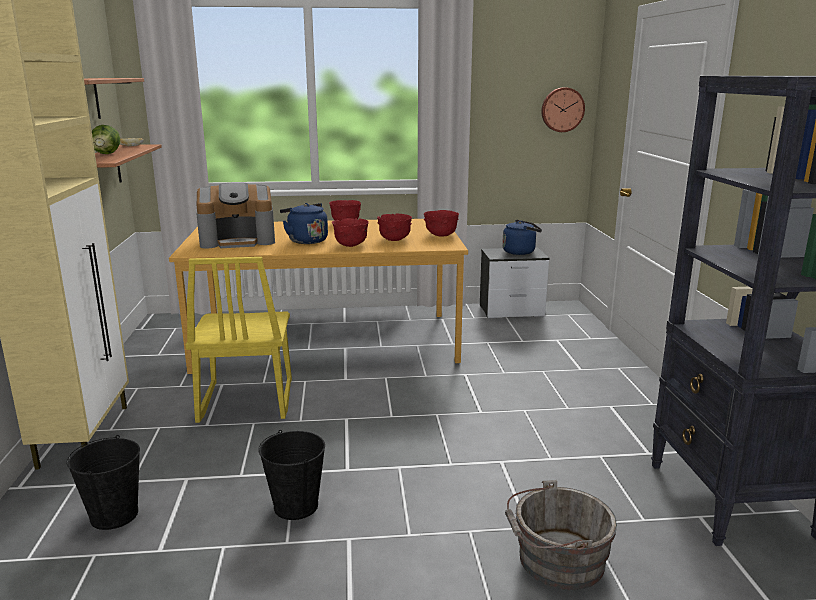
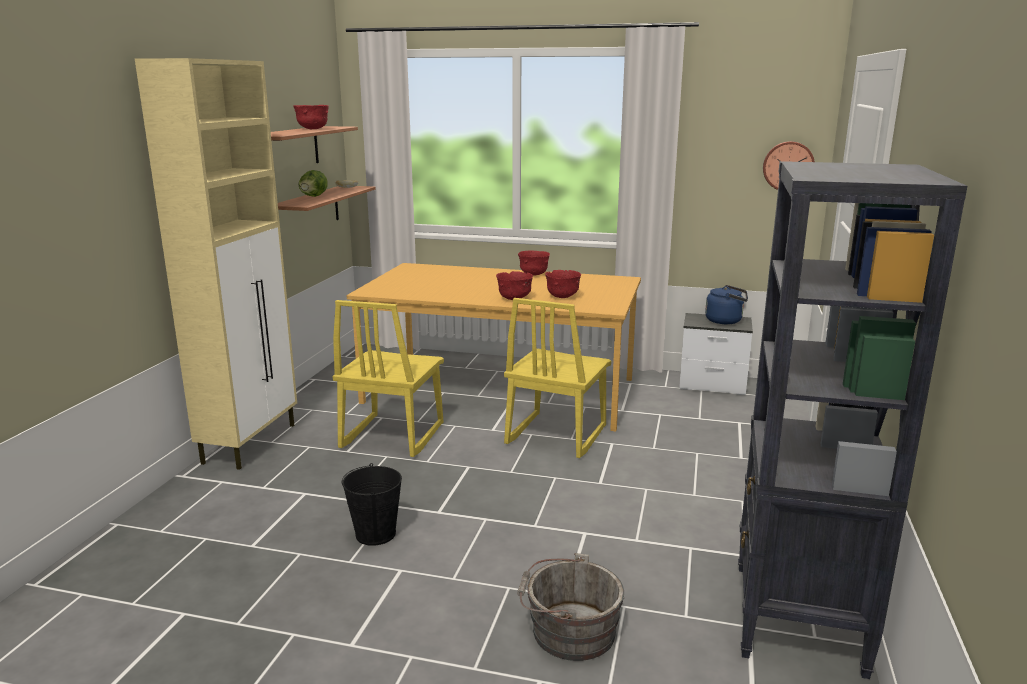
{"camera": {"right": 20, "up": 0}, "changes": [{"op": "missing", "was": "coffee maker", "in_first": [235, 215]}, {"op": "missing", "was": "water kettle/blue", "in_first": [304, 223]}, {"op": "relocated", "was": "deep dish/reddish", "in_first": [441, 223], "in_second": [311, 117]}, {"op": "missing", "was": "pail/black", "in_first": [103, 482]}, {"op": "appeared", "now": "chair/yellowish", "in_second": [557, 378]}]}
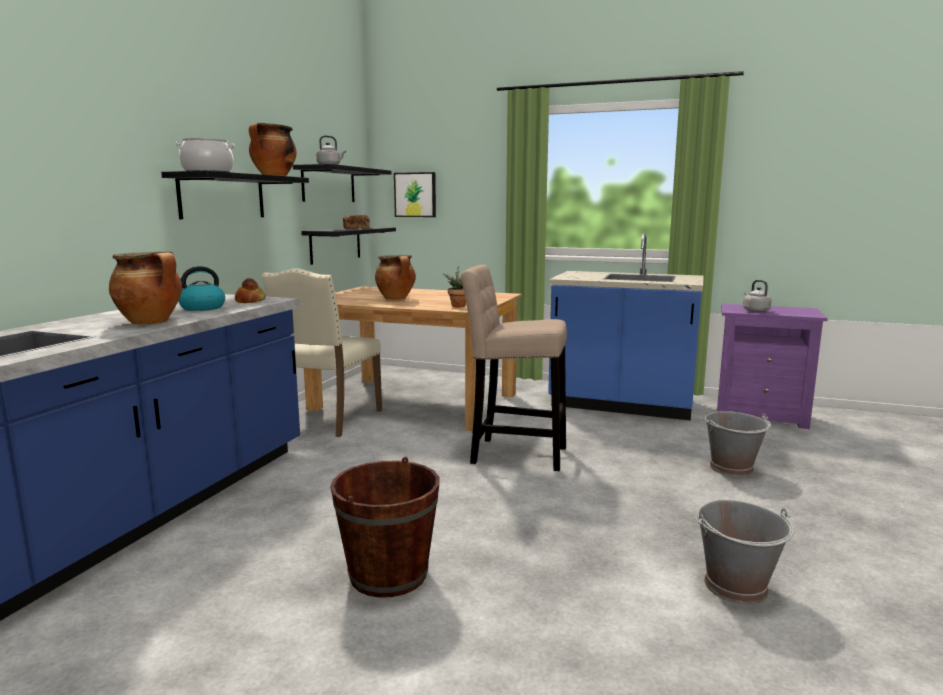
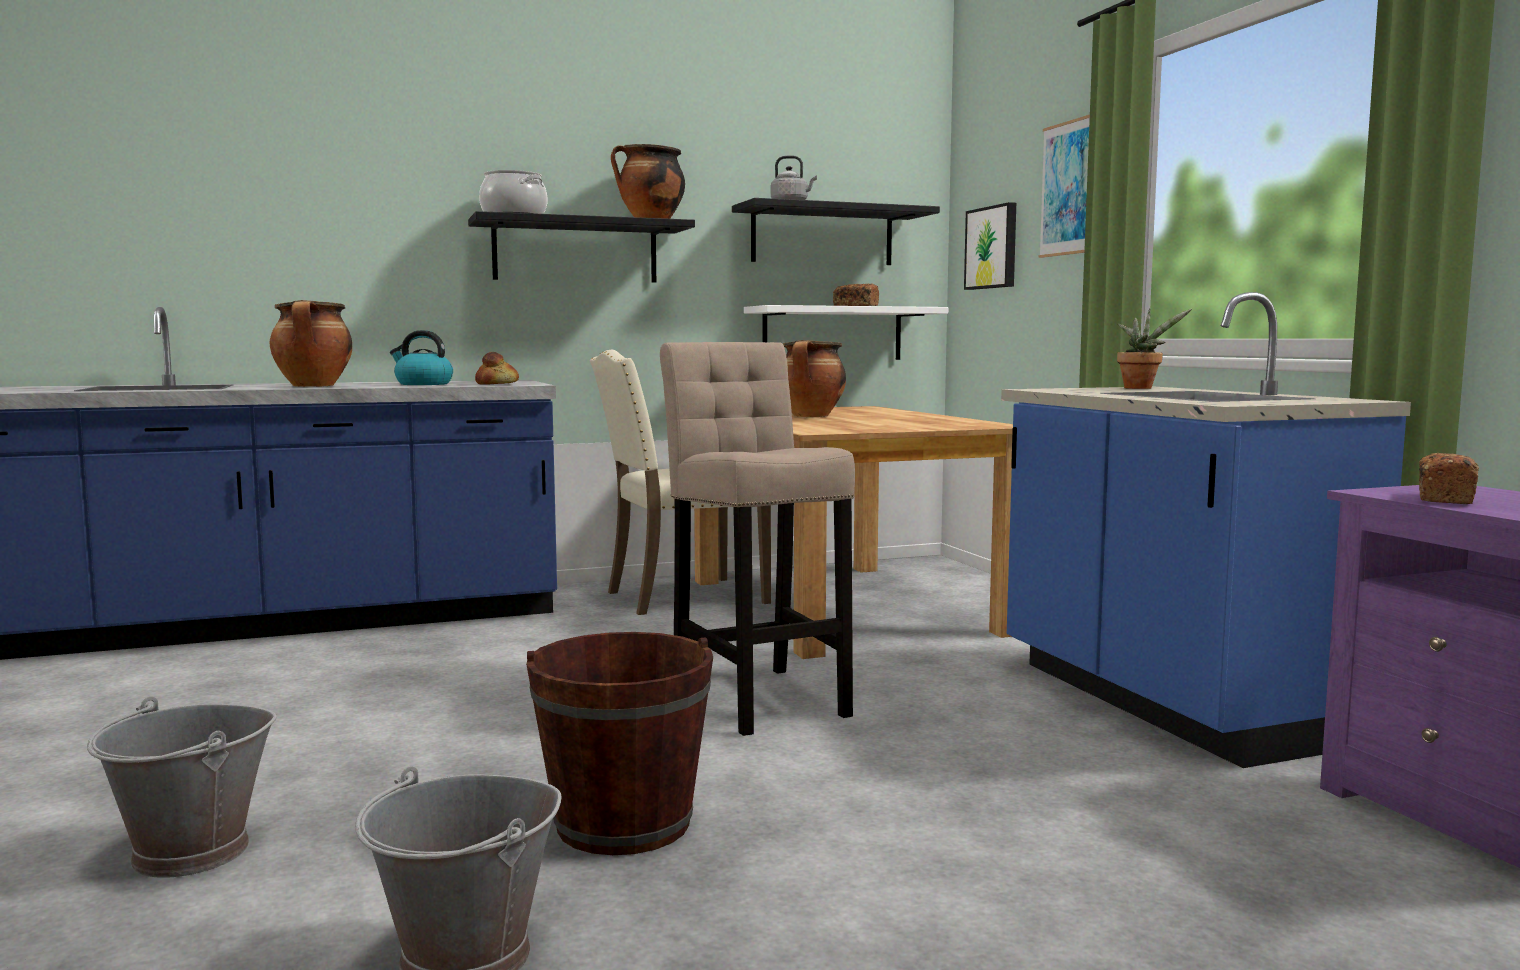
{"camera": {"right": 50, "up": -5}, "changes": [{"op": "colour", "was": "shelf/black", "now": "shelf/white", "in_first": [348, 246], "in_second": [846, 332]}, {"op": "relocated", "was": "potted plant", "in_first": [459, 286], "in_second": [1155, 348]}, {"op": "exchanged", "was": "water kettle/greyish", "now": "bakery bread", "in_first": [757, 296], "in_second": [1449, 478]}, {"op": "relocated", "was": "pail/greyish", "in_first": [738, 444], "in_second": [182, 787]}, {"op": "relocated", "was": "pail/brown-coloured", "in_first": [385, 527], "in_second": [619, 743]}, {"op": "appeared", "now": "wall art", "in_second": [1064, 186]}]}
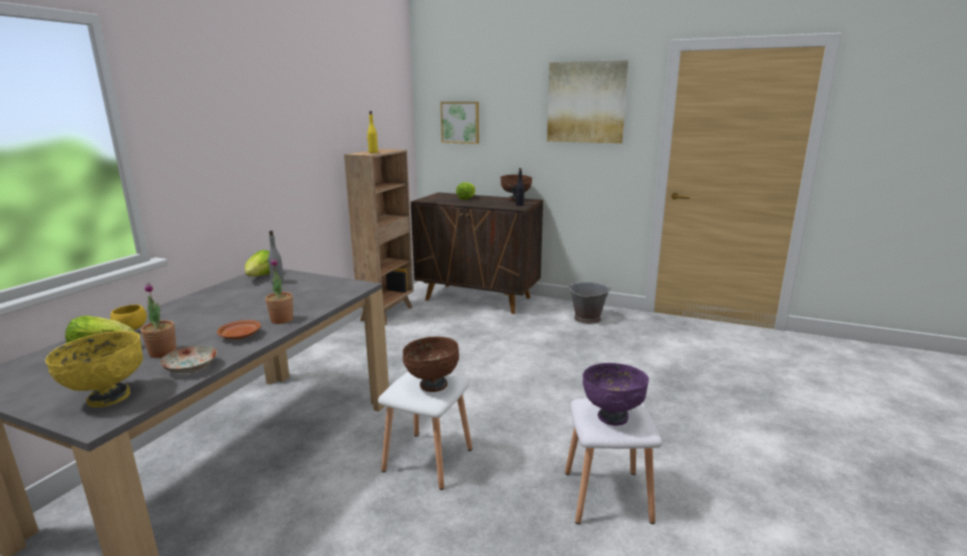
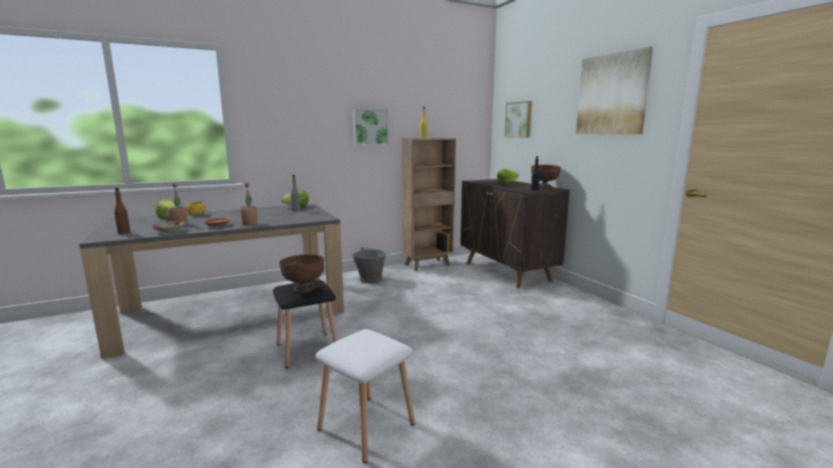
{"camera": {"right": 40, "up": -5}, "changes": [{"op": "relocated", "was": "pail/greyish", "in_first": [590, 303], "in_second": [370, 265]}, {"op": "exchanged", "was": "deep dish/yellowish", "now": "bottle/brown-coloured", "in_first": [94, 369], "in_second": [122, 211]}, {"op": "missing", "was": "deep dish/purple-coloured", "in_first": [616, 394]}, {"op": "colour", "was": "sitting stool/white", "now": "sitting stool/black", "in_first": [425, 430], "in_second": [305, 324]}, {"op": "appeared", "now": "wall art", "in_second": [371, 127]}]}
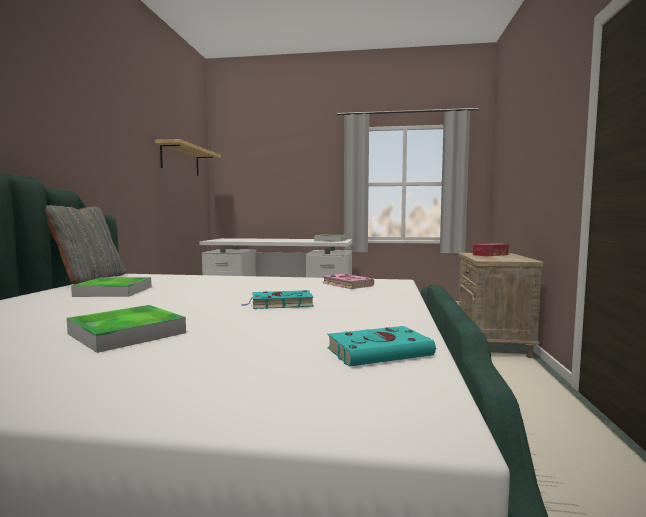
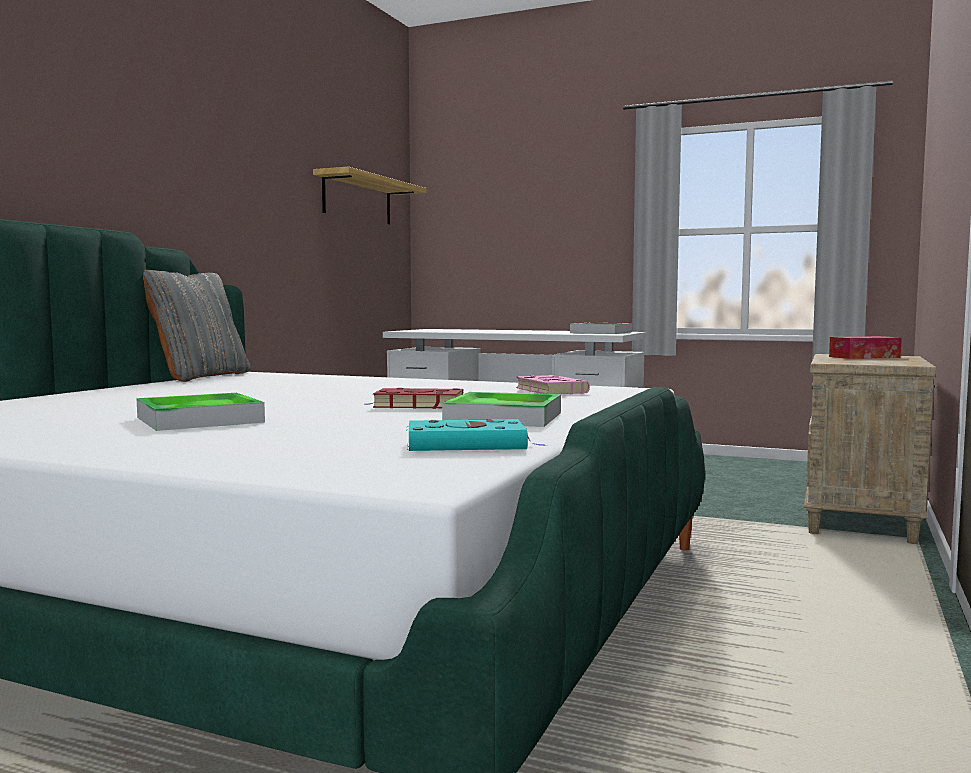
{"camera": {"right": 15, "up": 0}, "changes": [{"op": "relocated", "was": "carrying tray", "in_first": [111, 287], "in_second": [501, 409]}, {"op": "colour", "was": "volume/turquoise", "now": "volume/reddish", "in_first": [277, 299], "in_second": [414, 398]}]}
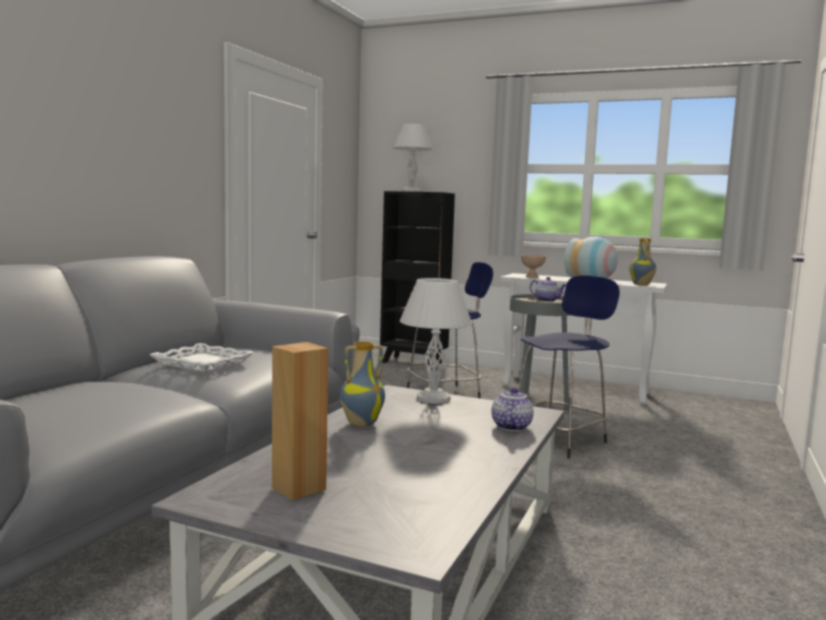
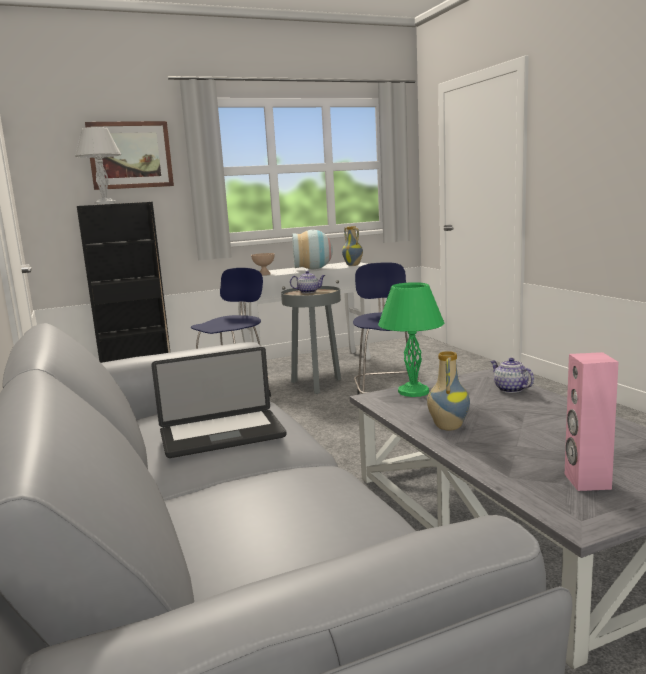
{"camera": {"right": -45, "up": 5}, "changes": [{"op": "colour", "was": "tabletop lamp/white", "now": "tabletop lamp/greenish", "in_first": [436, 341], "in_second": [411, 339]}, {"op": "colour", "was": "audio speaker/brown-coloured", "now": "audio speaker/pink", "in_first": [300, 421], "in_second": [592, 421]}, {"op": "exchanged", "was": "carrying tray/white", "now": "portable computer", "in_first": [202, 357], "in_second": [219, 402]}, {"op": "appeared", "now": "wall art", "in_second": [129, 155]}]}
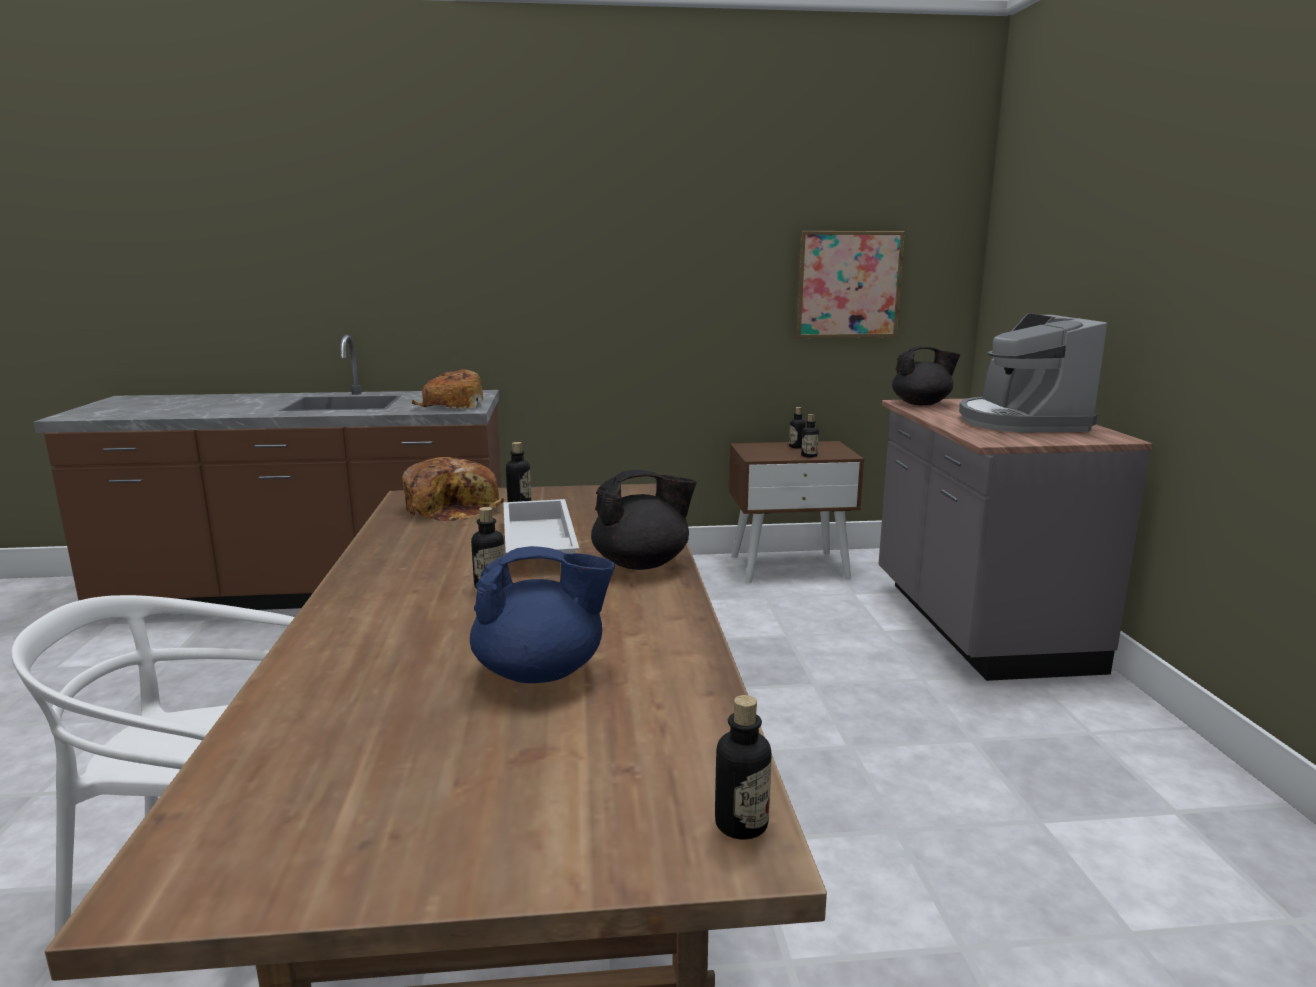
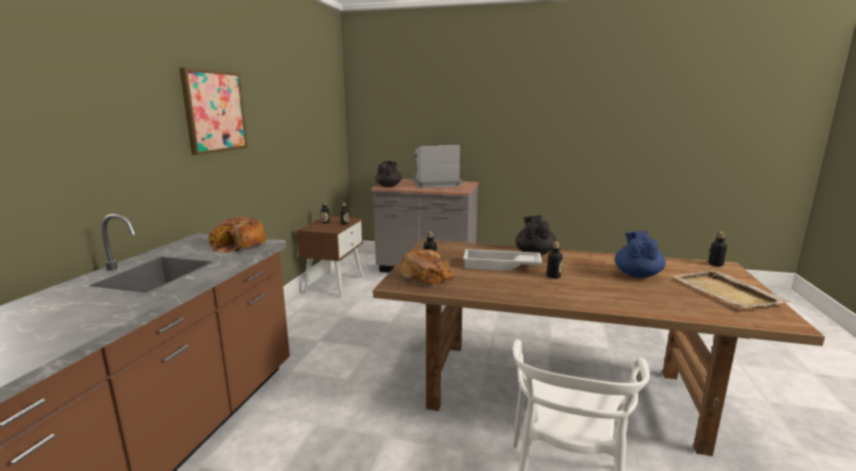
{"camera": {"right": -70, "up": 0}, "changes": [{"op": "relocated", "was": "wall art", "in_first": [850, 284], "in_second": [213, 111]}, {"op": "spun", "was": "coffee maker", "in_first": [1033, 372], "in_second": [438, 166], "clockwise": 150}, {"op": "appeared", "now": "carrying tray/beige-coloured", "in_second": [731, 289]}]}
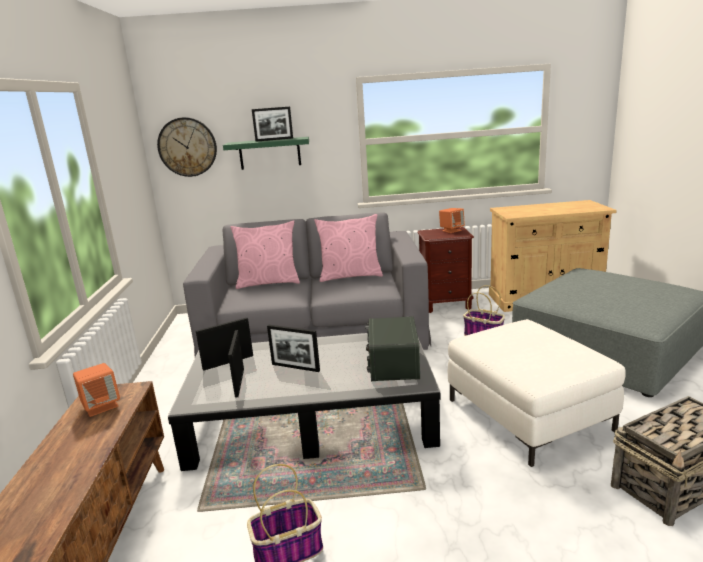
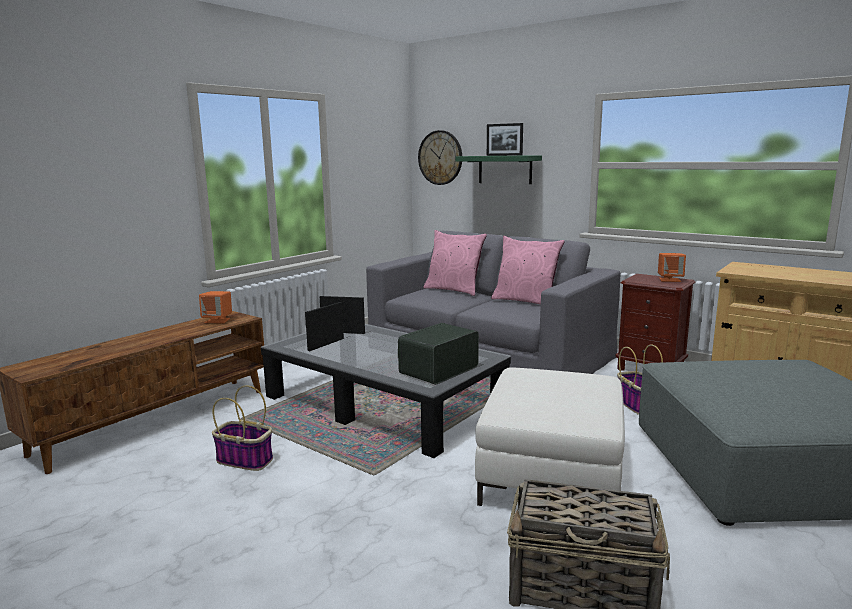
{"camera": {"right": 40, "up": -5}, "changes": [{"op": "missing", "was": "picture frame", "in_first": [293, 348]}]}
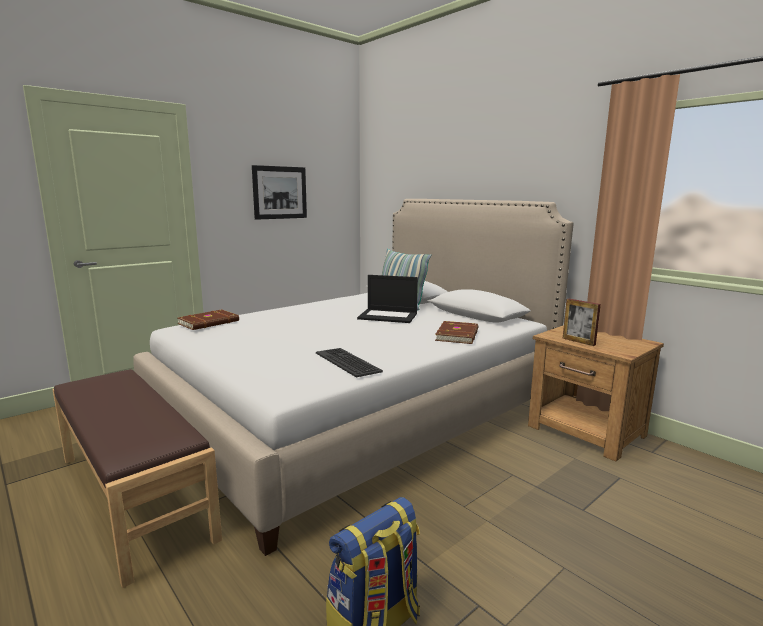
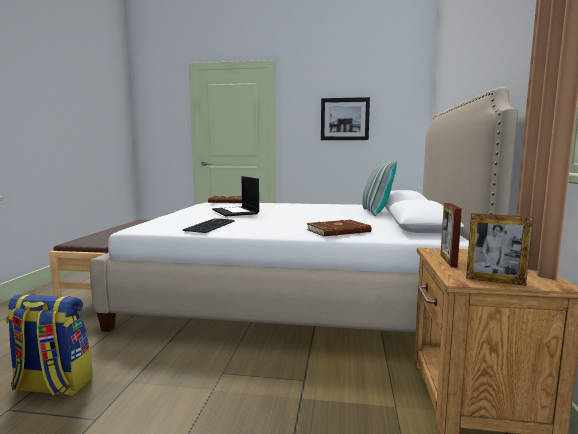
{"camera": {"right": 50, "up": -5}, "changes": [{"op": "relocated", "was": "portable computer", "in_first": [387, 299], "in_second": [235, 196]}, {"op": "appeared", "now": "picture frame", "in_second": [499, 249]}]}
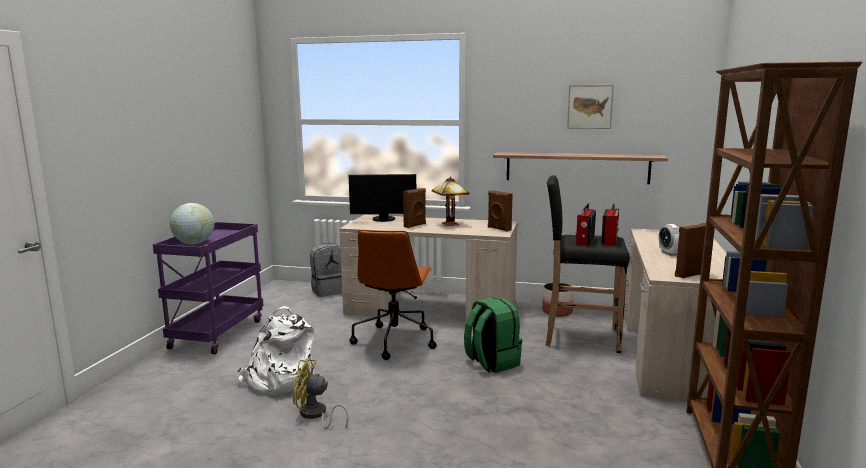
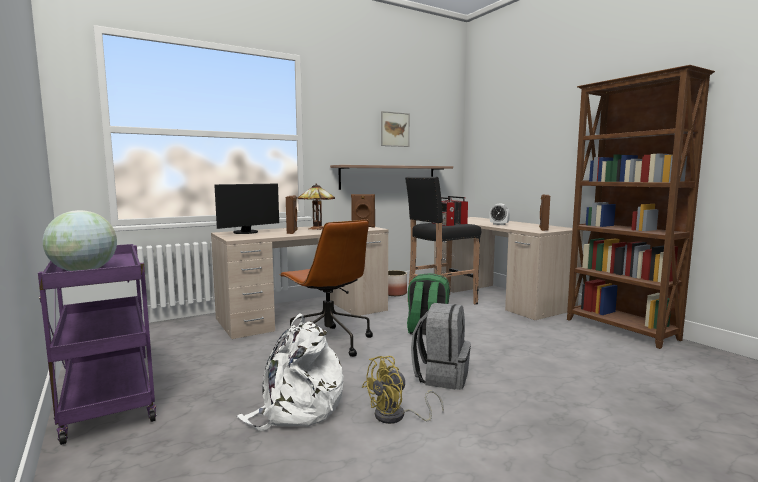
{"camera": {"right": -45, "up": -5}, "changes": [{"op": "relocated", "was": "backpack/greyish", "in_first": [326, 270], "in_second": [441, 346]}]}
